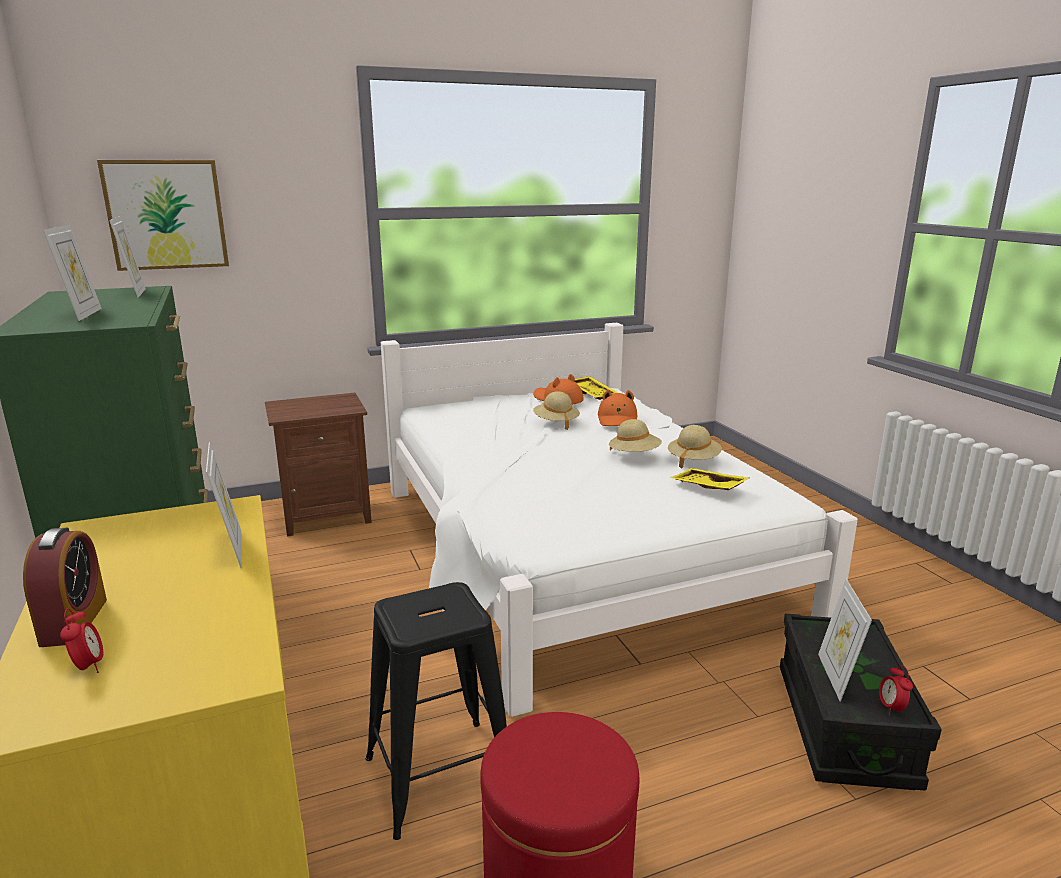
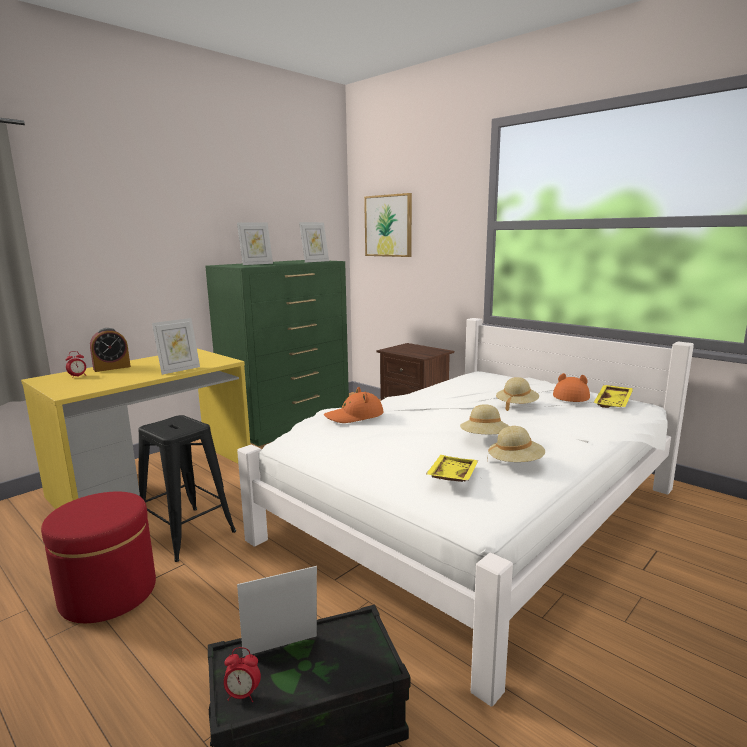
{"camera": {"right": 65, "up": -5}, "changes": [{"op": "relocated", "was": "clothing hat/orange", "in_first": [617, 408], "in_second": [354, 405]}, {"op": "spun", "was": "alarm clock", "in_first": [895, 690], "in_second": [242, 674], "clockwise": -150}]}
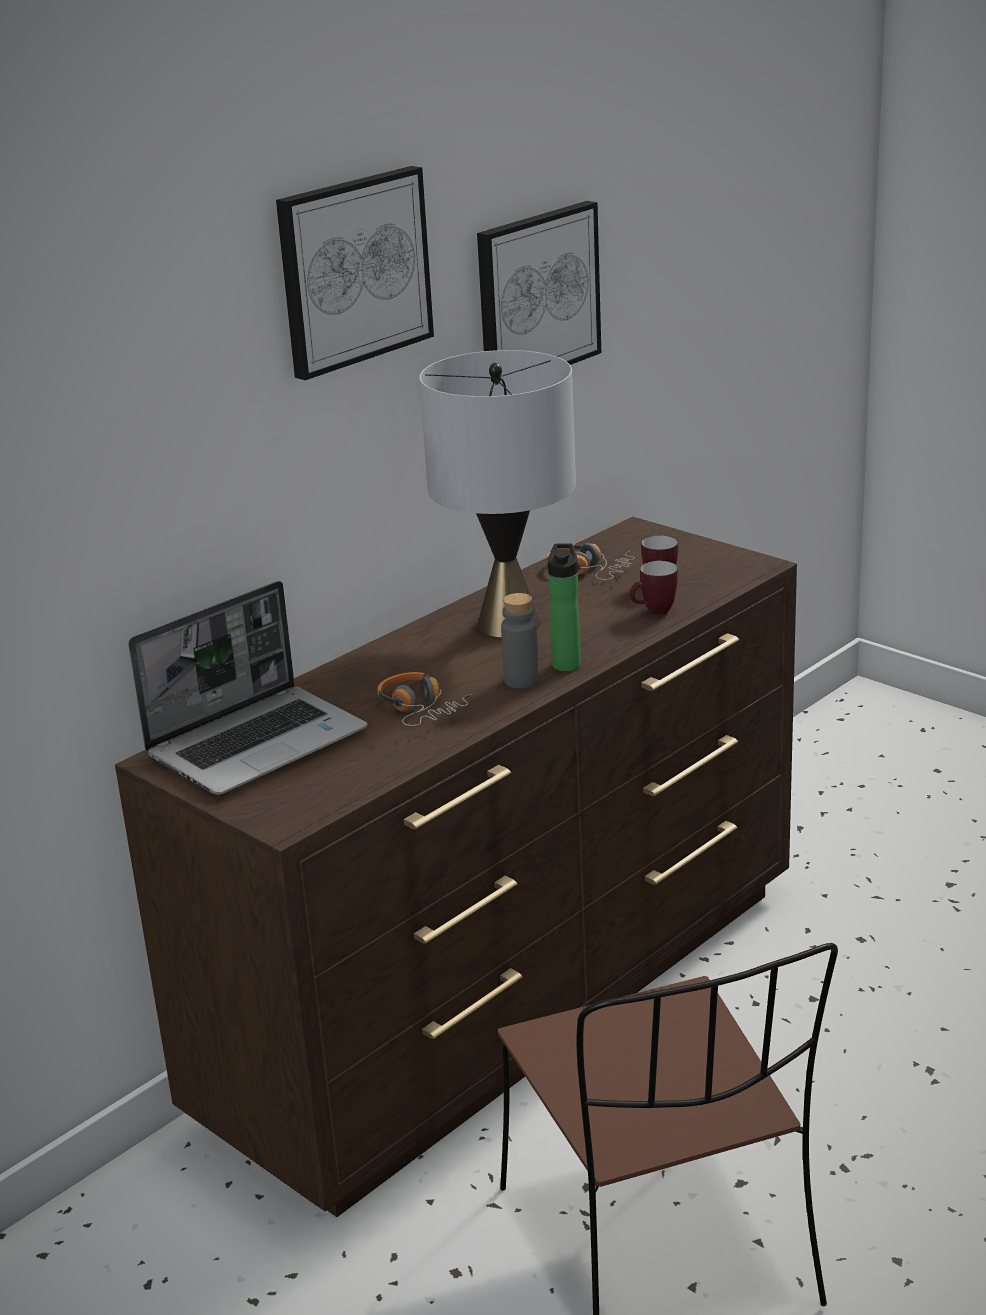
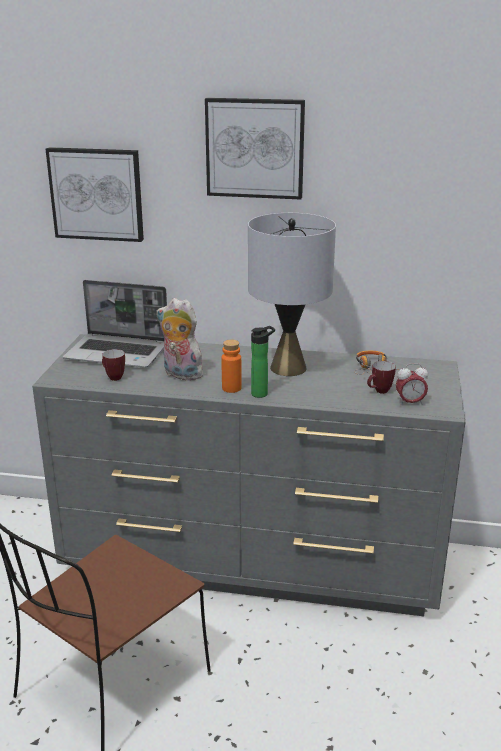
{"camera": {"right": 55, "up": 0}, "changes": [{"op": "relocated", "was": "wall art", "in_first": [539, 283], "in_second": [95, 194]}, {"op": "colour", "was": "drawer chest/brown-coloured", "now": "drawer chest/greyish", "in_first": [456, 867], "in_second": [249, 475]}, {"op": "relocated", "was": "coffee mug", "in_first": [654, 588], "in_second": [113, 365]}, {"op": "colour", "was": "bottle/greyish", "now": "bottle/orange", "in_first": [520, 640], "in_second": [231, 366]}, {"op": "exchanged", "was": "pair of headphones", "now": "plush toy", "in_first": [425, 699], "in_second": [181, 339]}, {"op": "appeared", "now": "alarm clock", "in_second": [412, 384]}]}
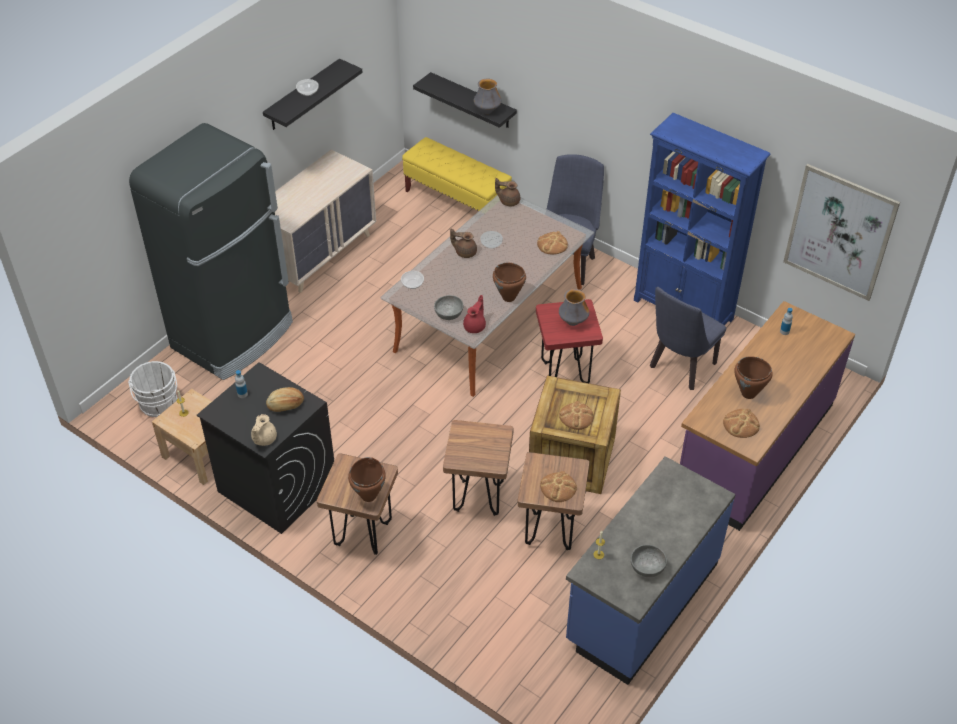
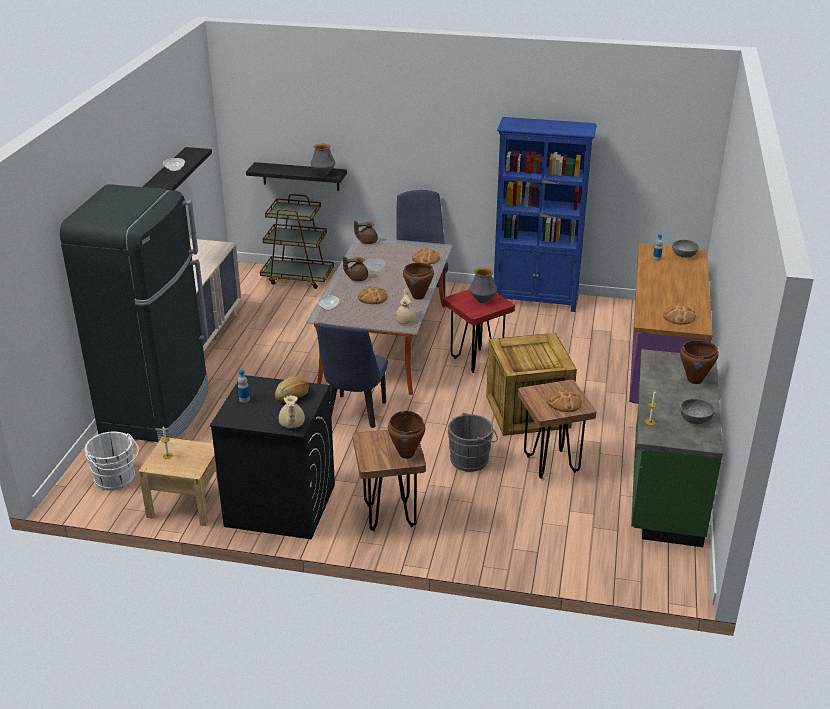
{"camera": {"right": -25, "up": -15}, "changes": [{"op": "exchanged", "was": "long seat/yellowish", "now": "cart/brown-coloured", "in_first": [457, 174], "in_second": [297, 241]}, {"op": "missing", "was": "wall art", "in_first": [841, 232]}, {"op": "relocated", "was": "chair/blue", "in_first": [688, 338], "in_second": [352, 375]}, {"op": "relocated", "was": "deep dish/greyish", "in_first": [448, 307], "in_second": [685, 249]}, {"op": "colour", "was": "teapot/reddish", "now": "teapot/beige-coloured", "in_first": [474, 314], "in_second": [405, 306]}, {"op": "relocated", "was": "saucepot/brown-coloured", "in_first": [753, 377], "in_second": [699, 362]}, {"op": "relocated", "was": "bakery bread", "in_first": [576, 415], "in_second": [372, 295]}, {"op": "exchanged", "was": "sitting stool/brown-coloured", "now": "pail/greyish", "in_first": [478, 468], "in_second": [473, 442]}, {"op": "colour", "was": "kitchen counter/blue", "now": "kitchen counter/greenish", "in_first": [651, 570], "in_second": [677, 448]}]}
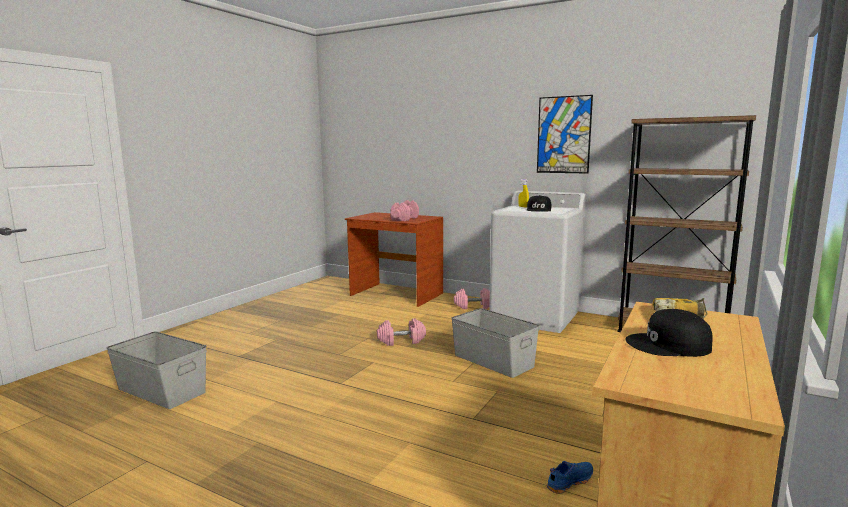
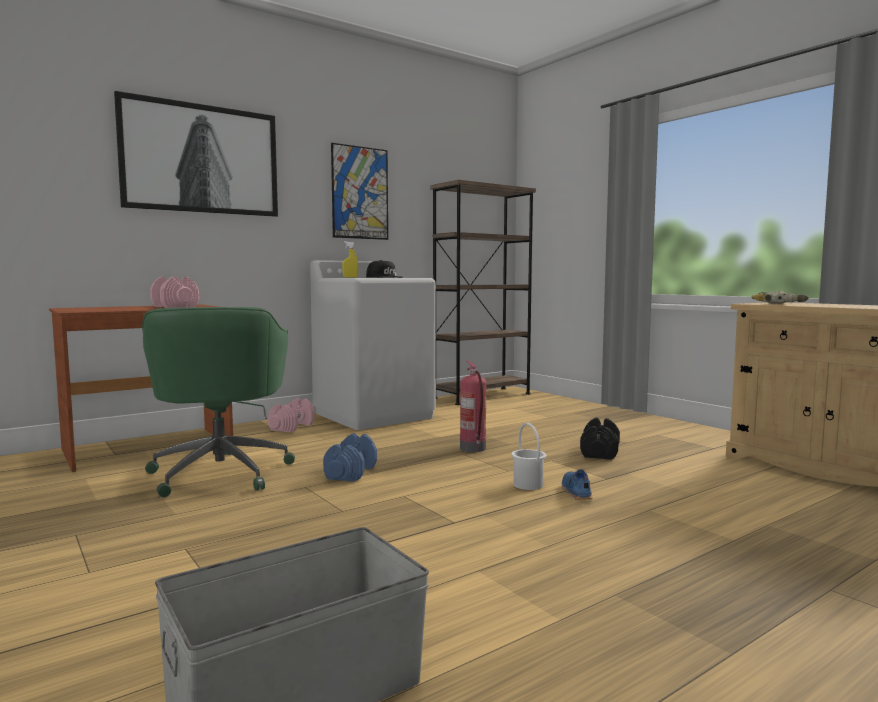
{"camera": {"right": -65, "up": -5}, "changes": [{"op": "exchanged", "was": "storage container/greyish", "now": "fire-fighting cylinder", "in_first": [495, 343], "in_second": [473, 406]}, {"op": "missing", "was": "cap/black", "in_first": [669, 333]}, {"op": "colour", "was": "dumbbell/pink", "now": "dumbbell/blue", "in_first": [401, 332], "in_second": [350, 457]}, {"op": "relocated", "was": "low shoe/blue", "in_first": [570, 477], "in_second": [577, 484]}, {"op": "appeared", "now": "wall art", "in_second": [196, 154]}, {"op": "appeared", "now": "office chair/greenish", "in_second": [218, 402]}, {"op": "appeared", "now": "dumbbell/black", "in_second": [600, 439]}, {"op": "appeared", "now": "pail/white", "in_second": [528, 456]}]}
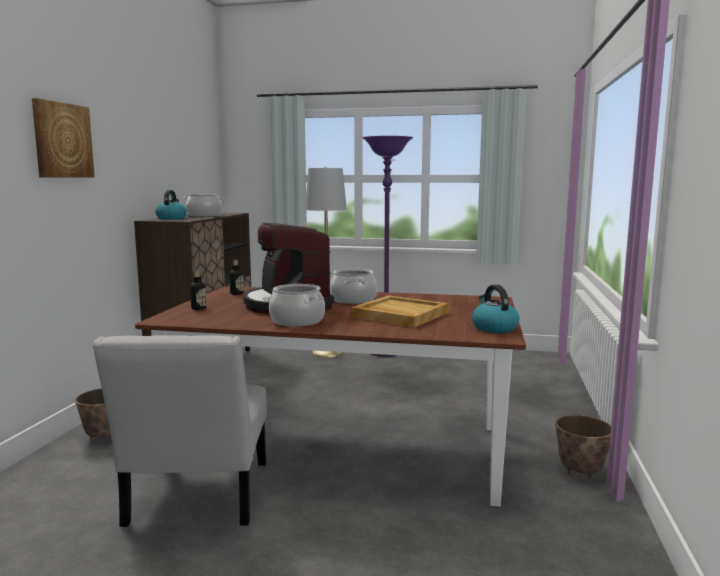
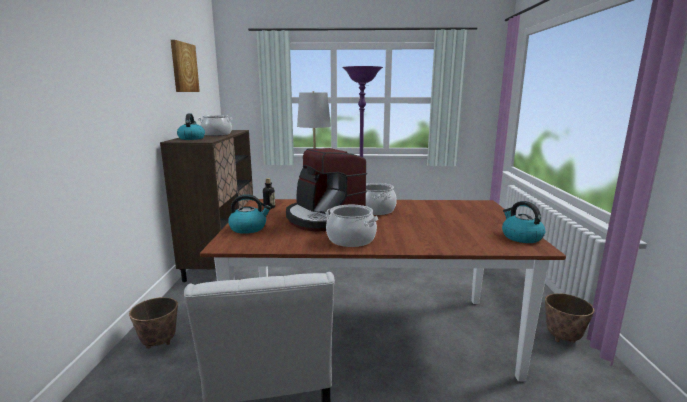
{"camera": {"right": -10, "up": 5}, "changes": [{"op": "relocated", "was": "wall art", "in_first": [63, 138], "in_second": [185, 66]}, {"op": "exchanged", "was": "bottle", "now": "water kettle", "in_first": [198, 290], "in_second": [249, 214]}, {"op": "missing", "was": "carrying tray/beige-coloured", "in_first": [400, 312]}]}
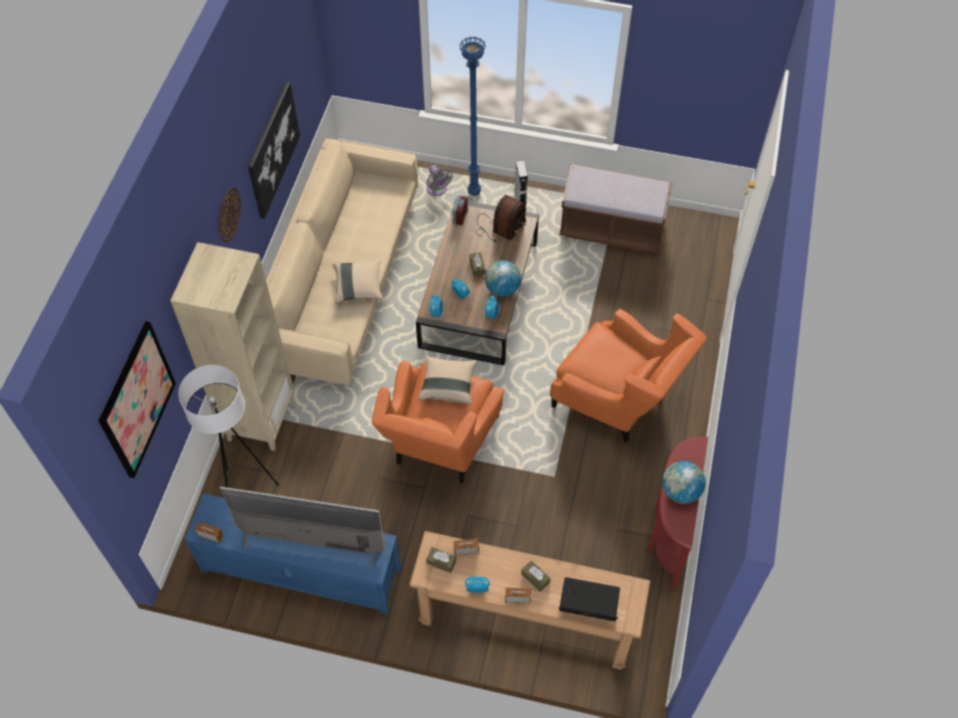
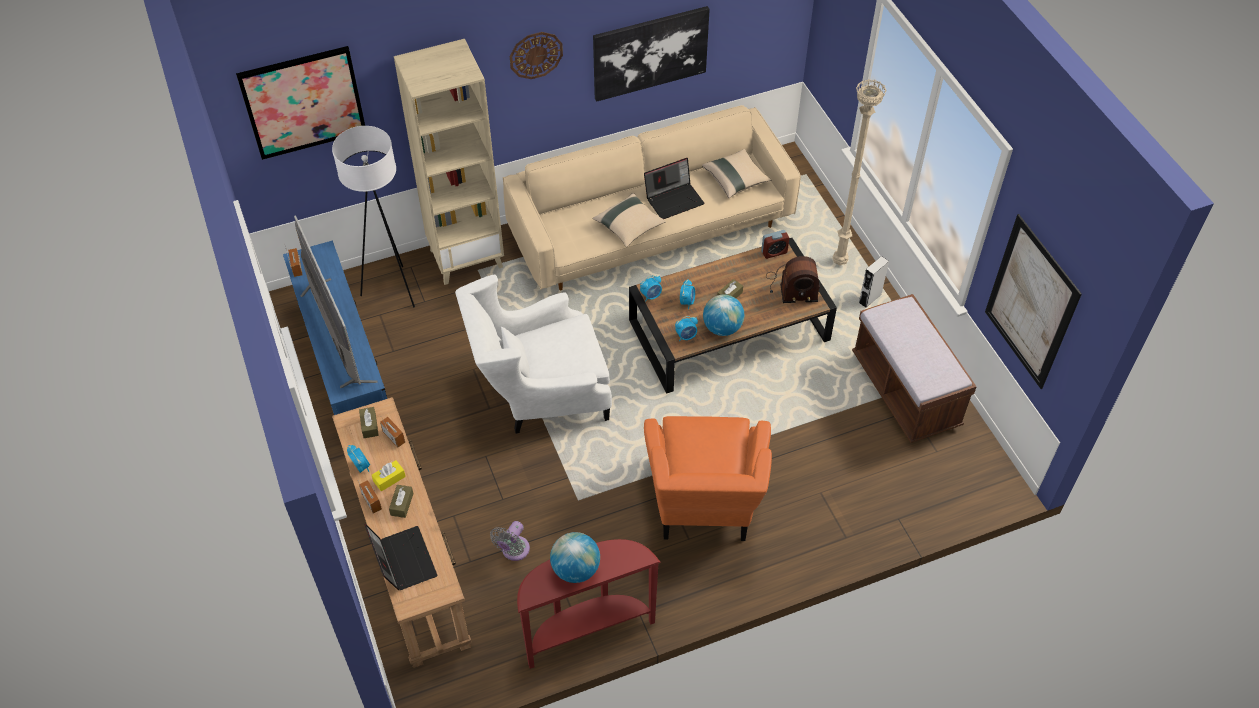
{"camera": {"right": 55, "up": -5}, "changes": [{"op": "colour", "was": "standing lamp/blue", "now": "standing lamp/beige-coloured", "in_first": [472, 116], "in_second": [859, 172]}, {"op": "relocated", "was": "electric fan/greyish", "in_first": [439, 180], "in_second": [510, 541]}, {"op": "relocated", "was": "pillow/beige-coloured", "in_first": [447, 380], "in_second": [736, 173]}, {"op": "colour", "was": "armchair/orange", "now": "armchair/white", "in_first": [438, 422], "in_second": [533, 354]}, {"op": "appeared", "now": "portable computer", "in_second": [674, 188]}, {"op": "appeared", "now": "wall art", "in_second": [1033, 301]}, {"op": "appeared", "now": "tissue box/yellowish", "in_second": [389, 476]}]}
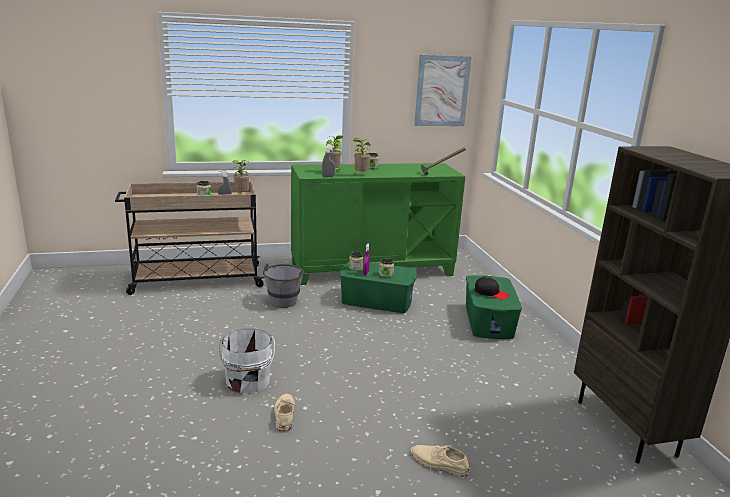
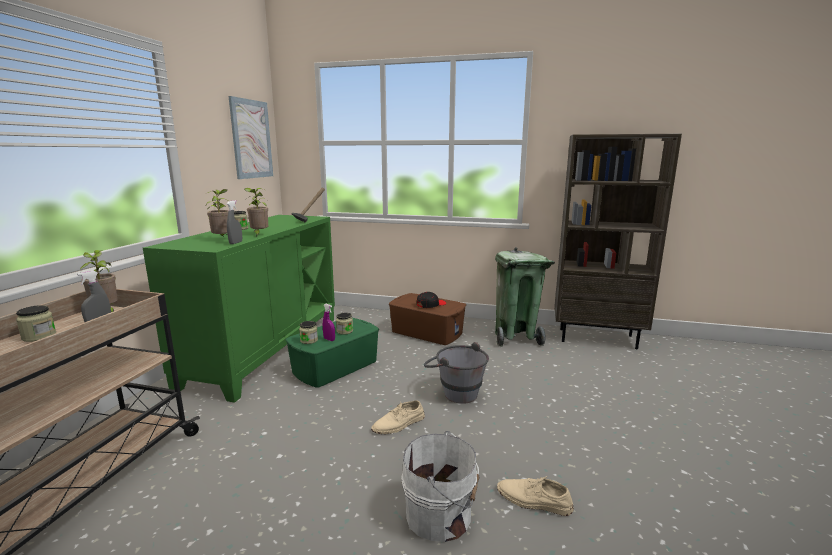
{"camera": {"right": -60, "up": -5}, "changes": [{"op": "relocated", "was": "pail/greyish", "in_first": [286, 286], "in_second": [456, 373]}, {"op": "colour", "was": "storage container/greenish", "now": "storage container/brown-coloured", "in_first": [494, 307], "in_second": [427, 319]}, {"op": "relocated", "was": "low shoe/beige-coloured", "in_first": [440, 461], "in_second": [398, 417]}, {"op": "appeared", "now": "rubbish bin/greenish", "in_second": [525, 297]}]}
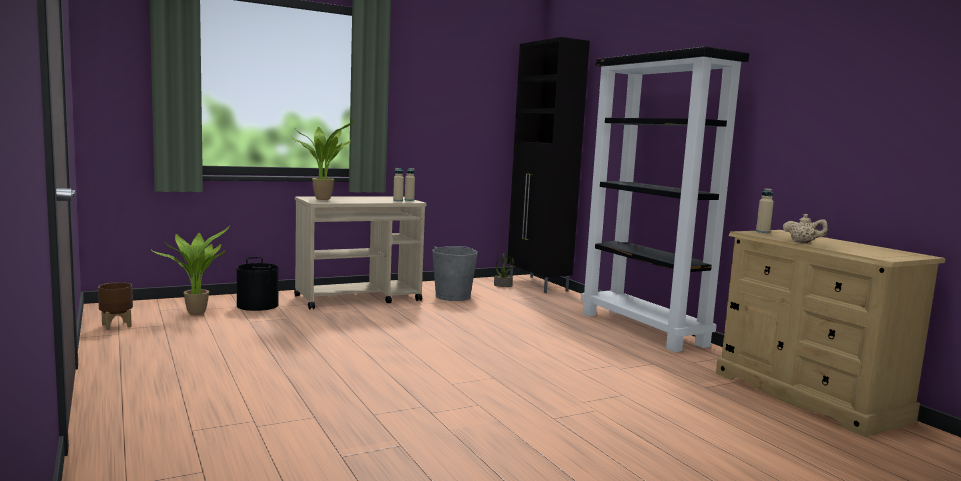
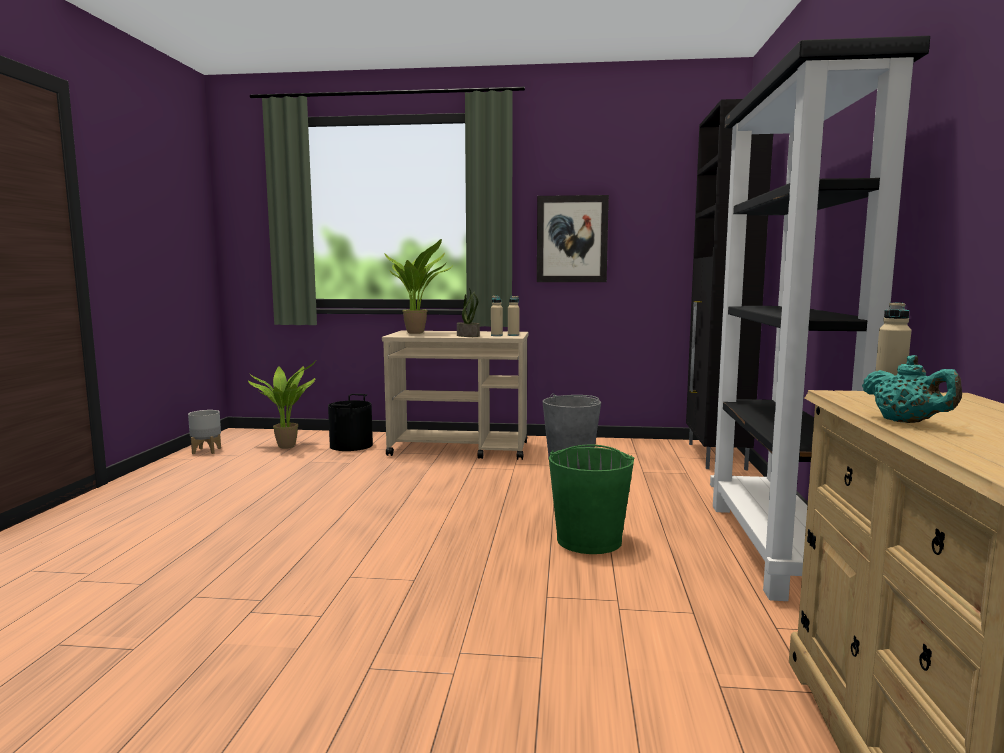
{"camera": {"right": 35, "up": 0}, "changes": [{"op": "colour", "was": "teapot/beige-coloured", "now": "teapot/turquoise", "in_first": [805, 228], "in_second": [912, 389]}, {"op": "relocated", "was": "potted plant", "in_first": [504, 269], "in_second": [468, 312]}, {"op": "colour", "was": "plant pot/brown-coloured", "now": "plant pot/greyish", "in_first": [115, 306], "in_second": [204, 432]}, {"op": "appeared", "now": "wall art", "in_second": [573, 238]}, {"op": "appeared", "now": "pail/greenish", "in_second": [592, 499]}]}
